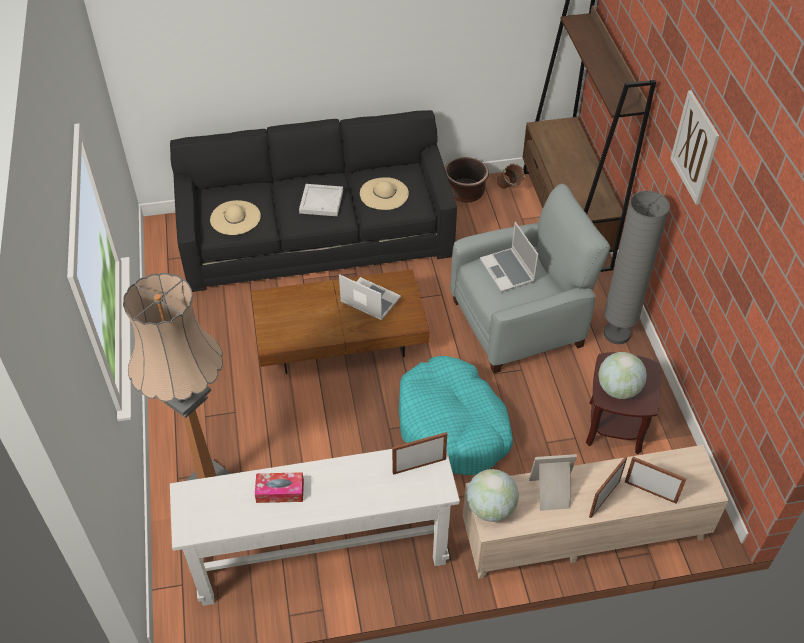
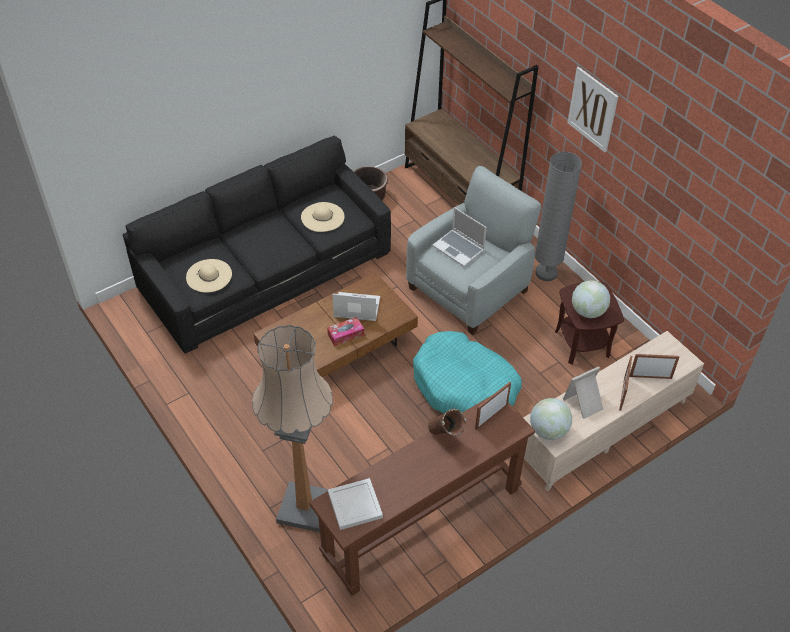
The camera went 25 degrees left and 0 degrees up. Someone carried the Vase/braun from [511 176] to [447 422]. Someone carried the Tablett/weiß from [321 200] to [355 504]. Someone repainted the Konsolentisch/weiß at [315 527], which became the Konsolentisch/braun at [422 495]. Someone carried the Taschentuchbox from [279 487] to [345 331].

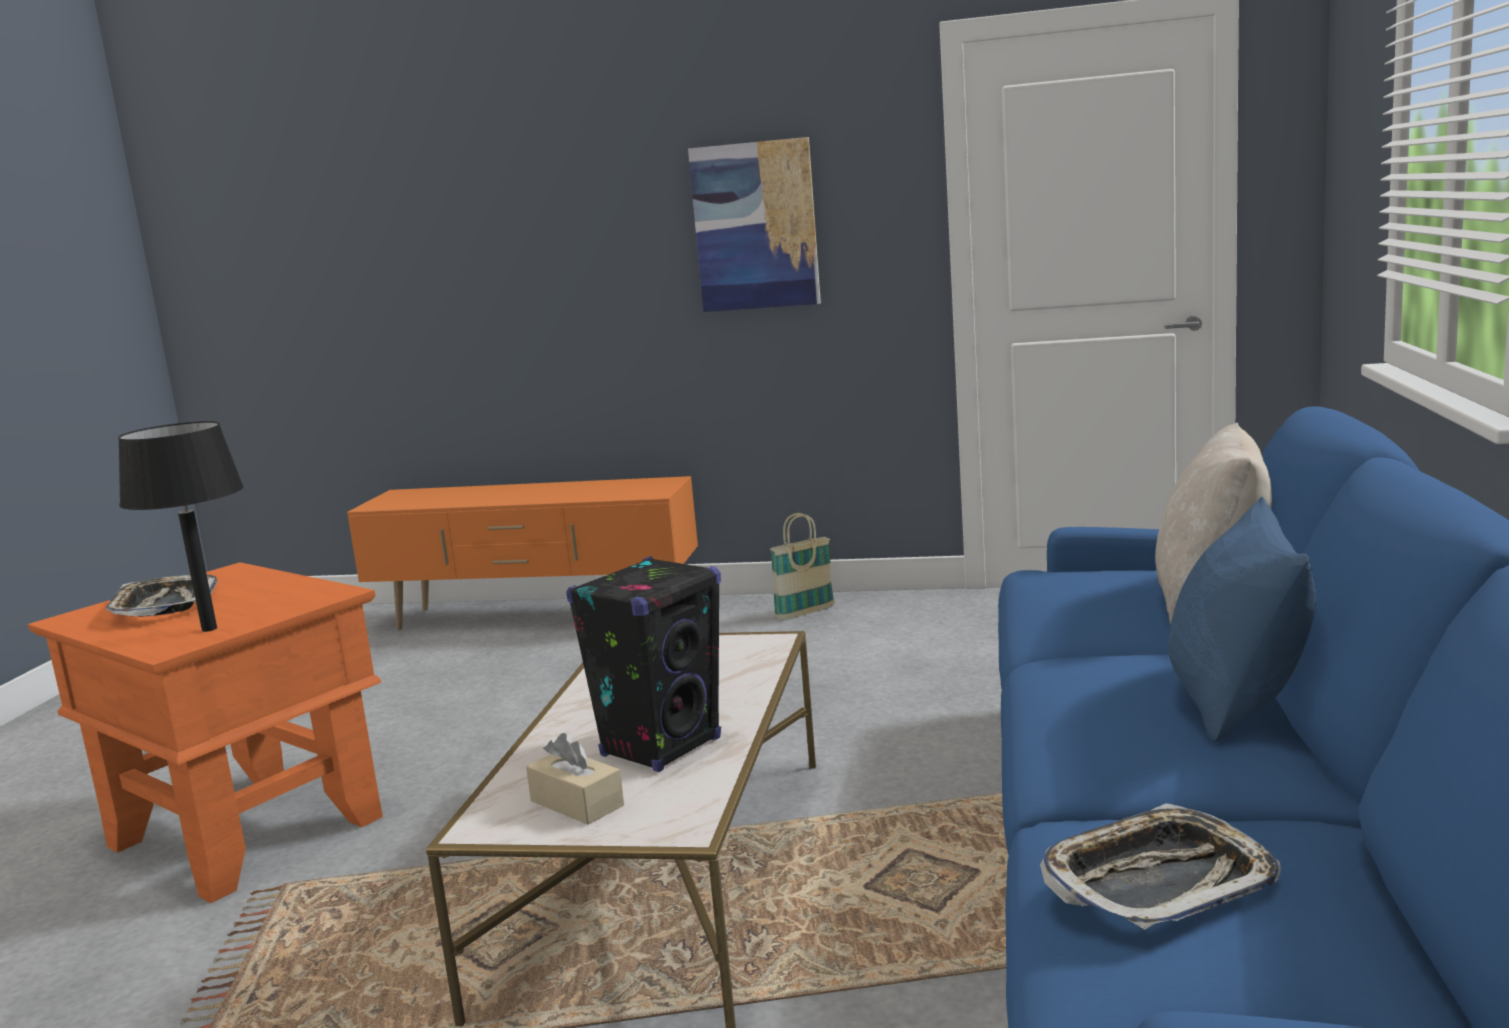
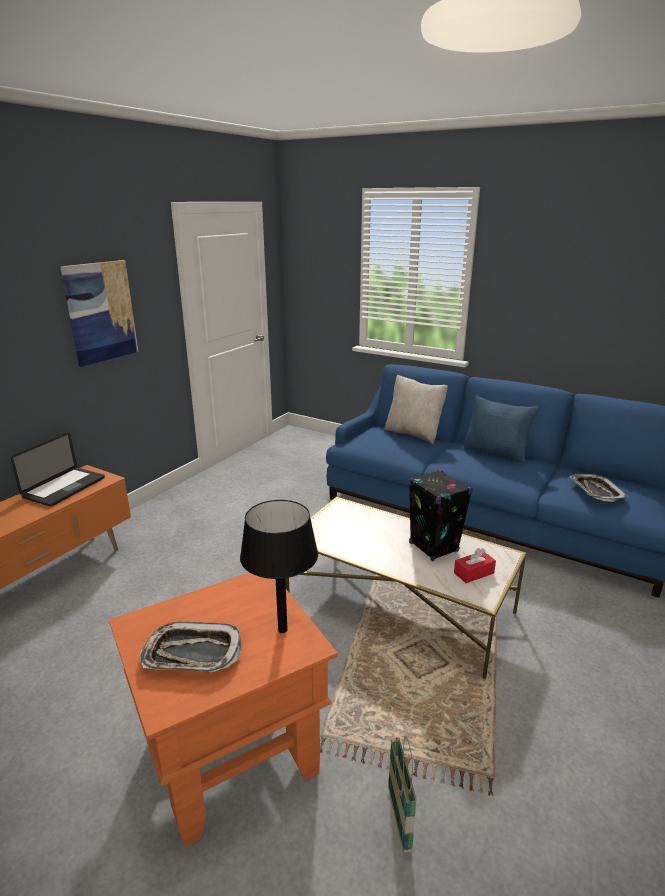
The camera went 70 degrees left and 10 degrees up. Someone carried the Korb from [802 566] to [402 794]. Someone repainted the Taschentuchbox/beige at [575 779], which became the Taschentuchbox/rot at [475 565]. Someone put down the Laptop at [57 469].

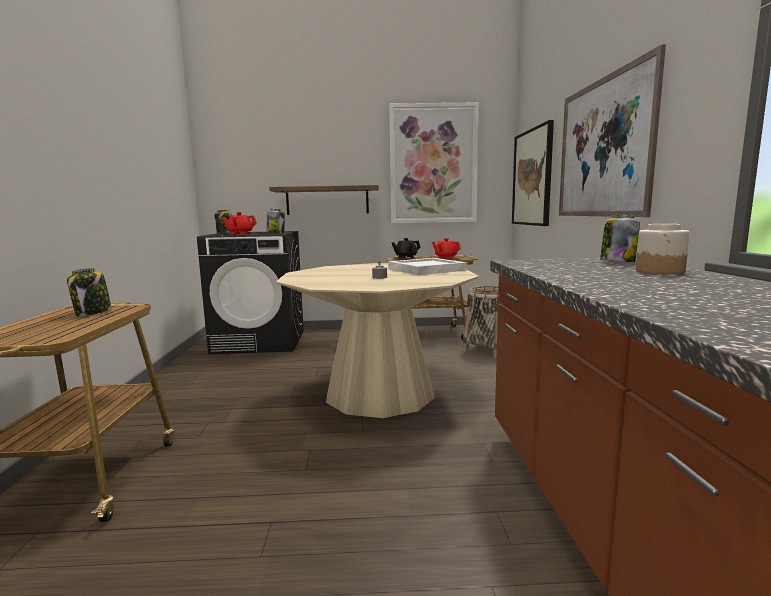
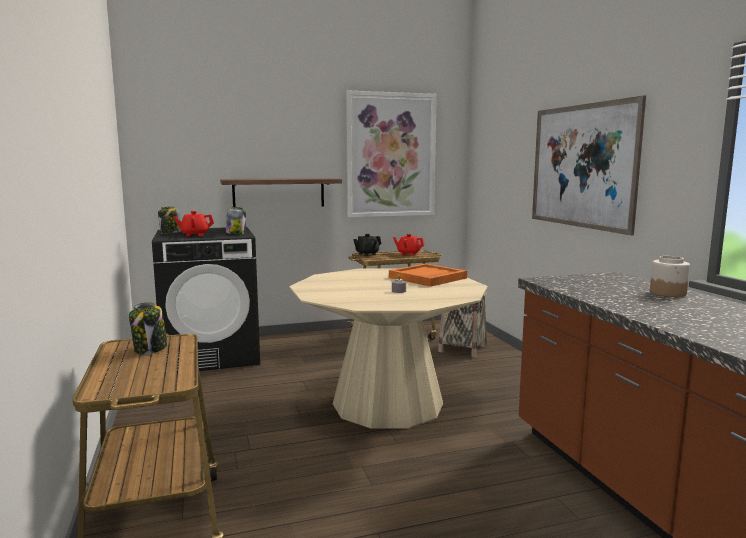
The camera went 15 degrees left and 0 degrees up. Someone took away the Bild at [533 173]. Someone took away the Vorratsglas at [620 238]. Someone repainted the Tablett/weiß at [427 266], which became the Tablett/orange at [428 275].

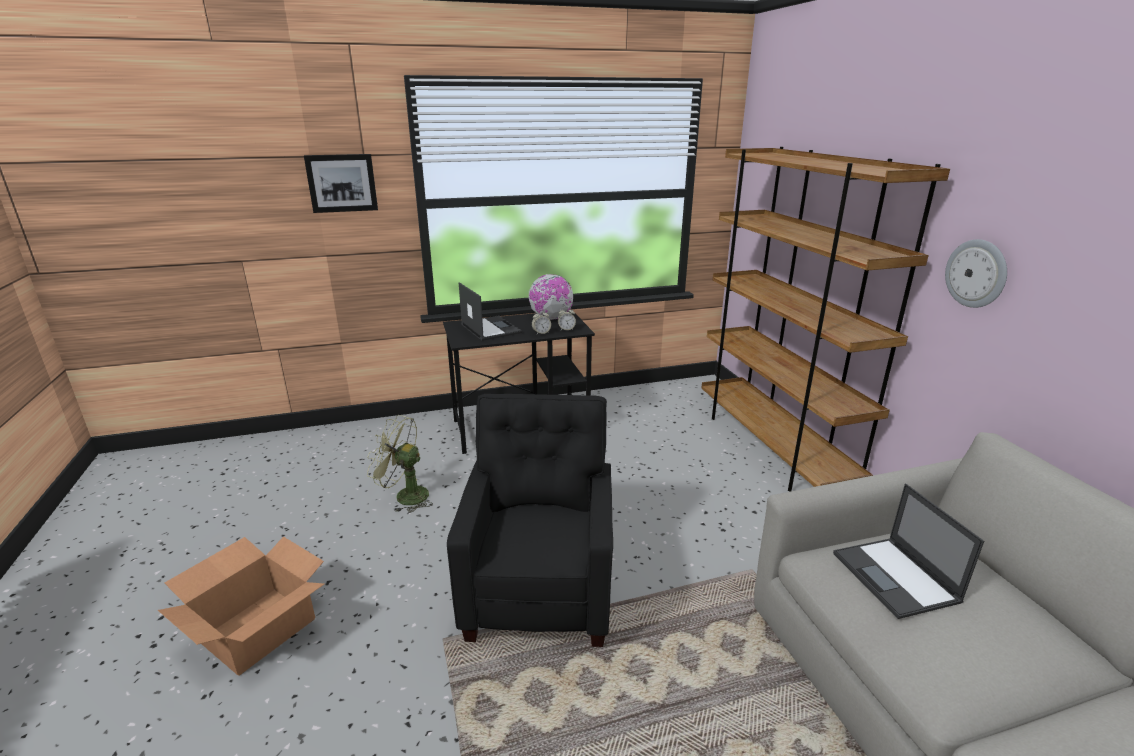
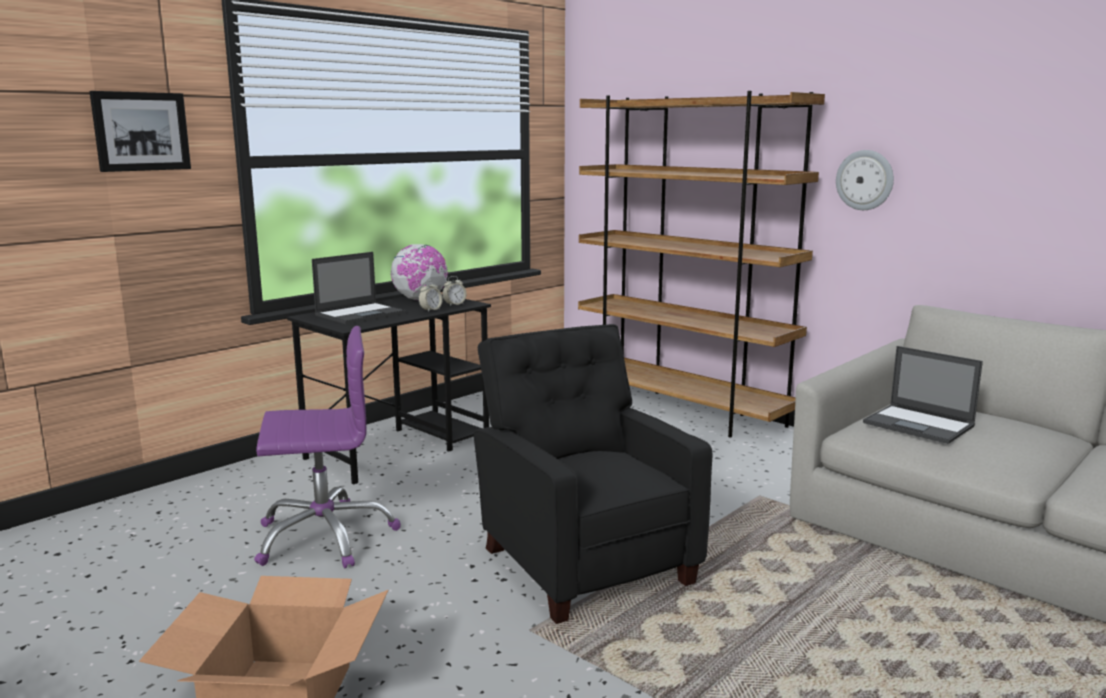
The camera went 30 degrees left and 10 degrees down. Someone rotated the Laptop at [490 311] by 105 degrees clockwise. Someone swapped the Ventilator/grün at [400 463] for the Bürostuhl/lila at [327 447].

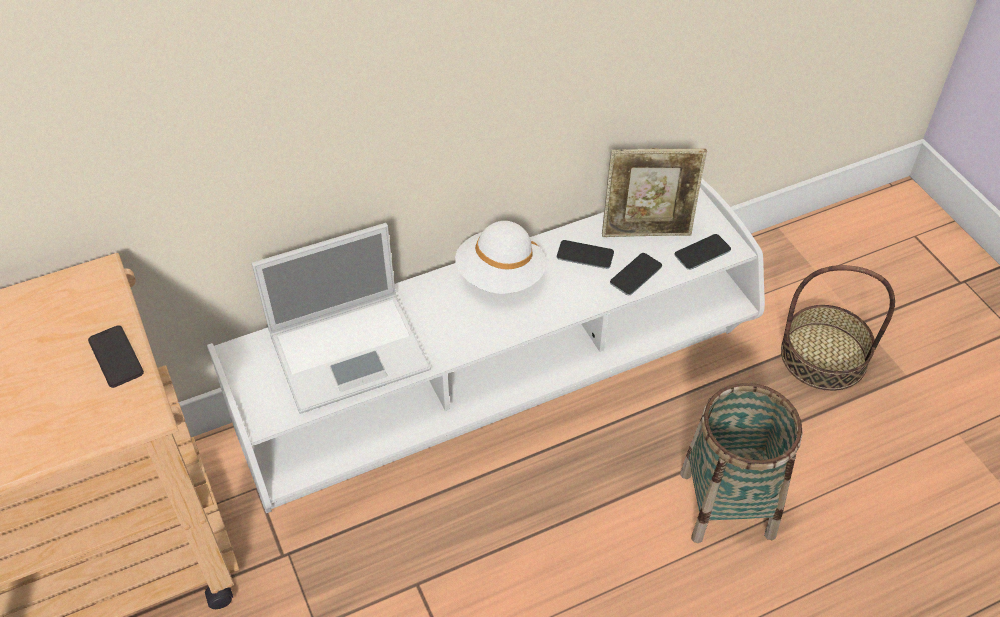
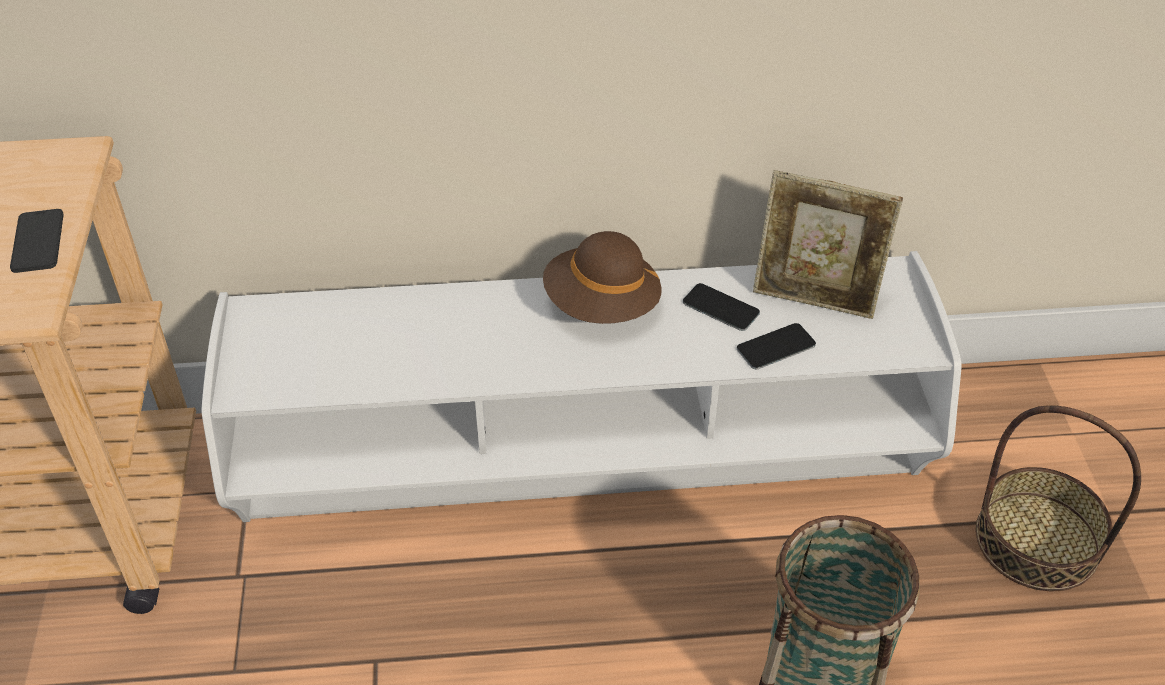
The camera went 20 degrees right and 5 degrees down. Someone repainted the Hut/weiß at [501 257], which became the Hut/braun at [602 277]. Someone took away the Laptop at [341 318]. Someone took away the Handy at [702 252].

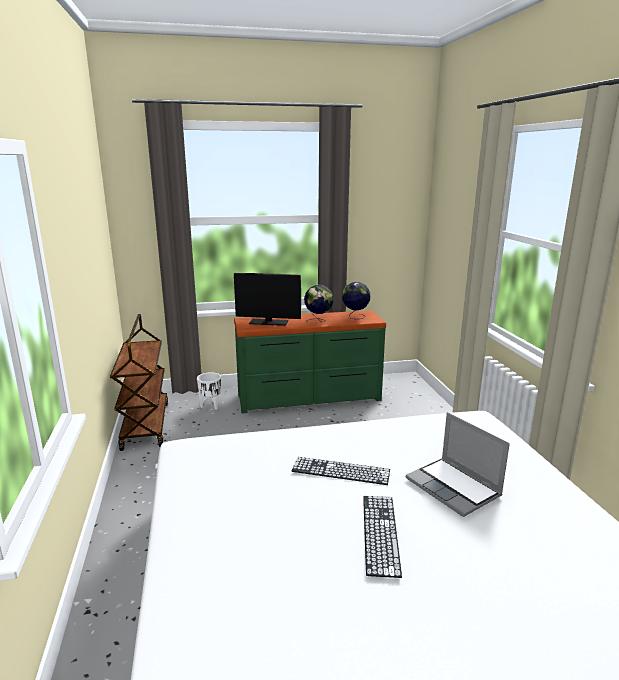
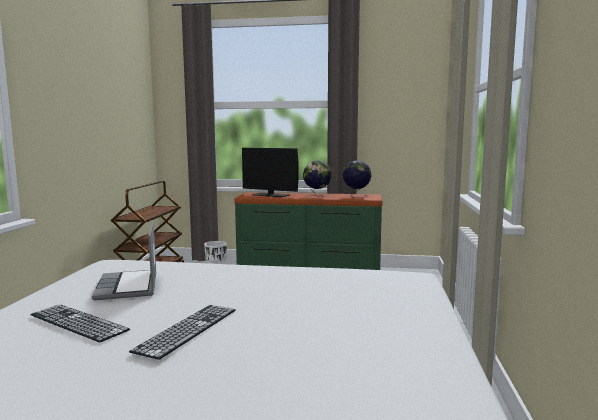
The camera went 20 degrees right and 10 degrees down. Someone carried the Laptop from [458 464] to [124 261]. Someone carried the Tastatur from [340 471] to [80 324].

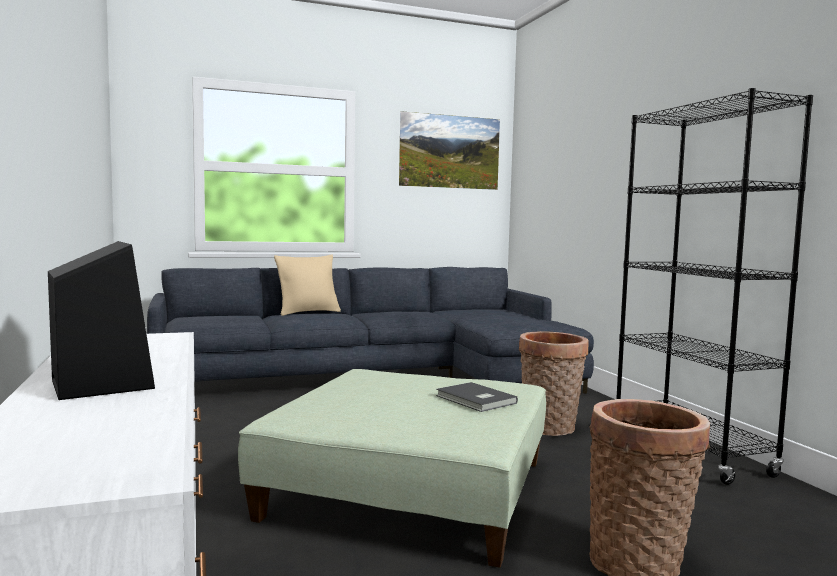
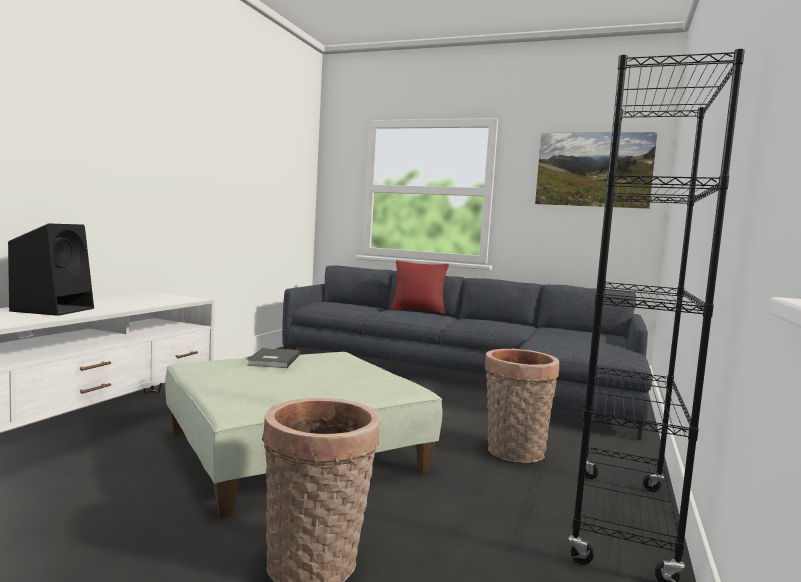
The camera went 40 degrees right and 0 degrees up. Someone repainted the Kissen/beige at [307 285], which became the Kissen/rot at [420 287]. Someone carried the Buch/grau from [477 397] to [273 358].

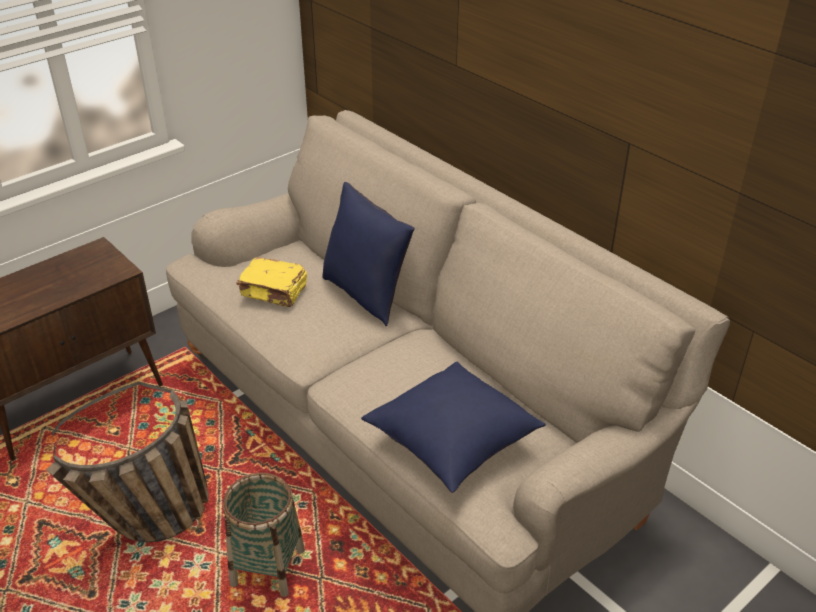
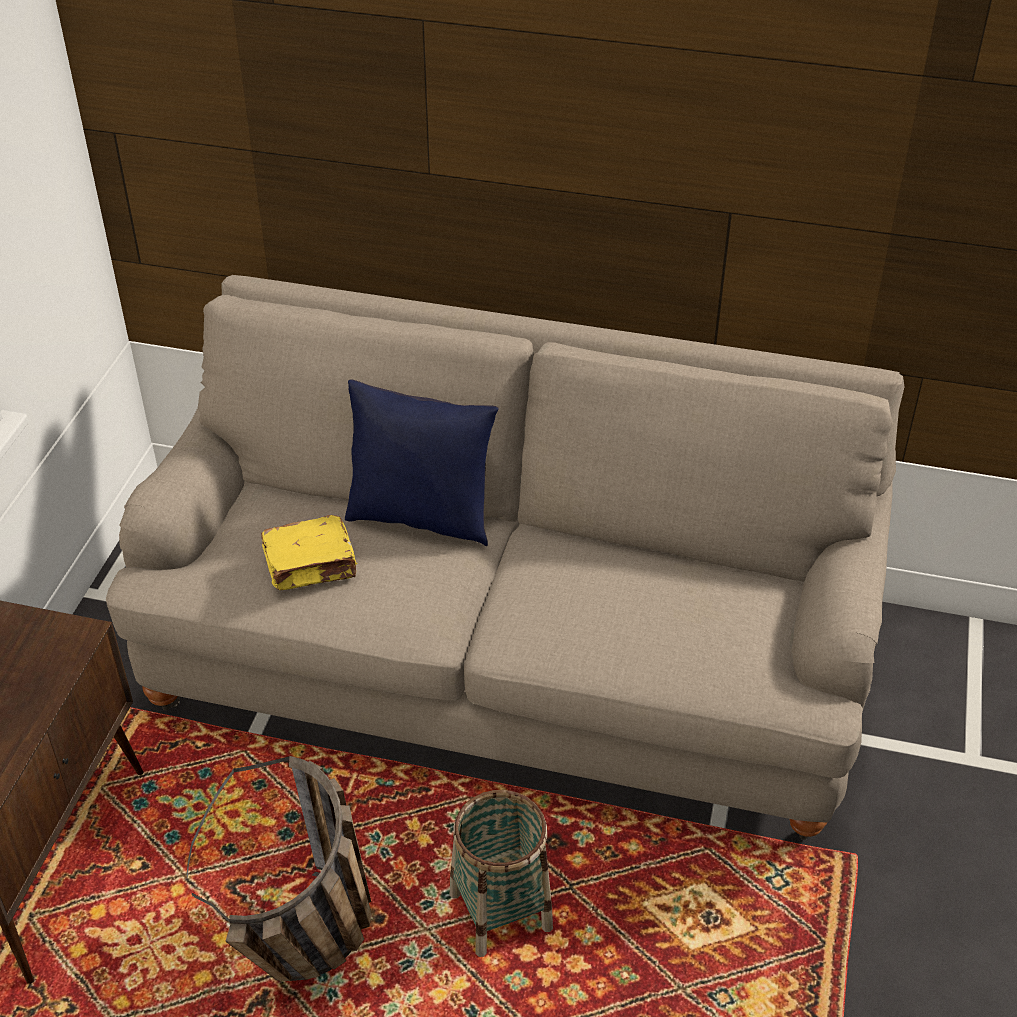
The camera went 35 degrees left and 5 degrees up. Someone took away the Kissen/blau at [453 427].

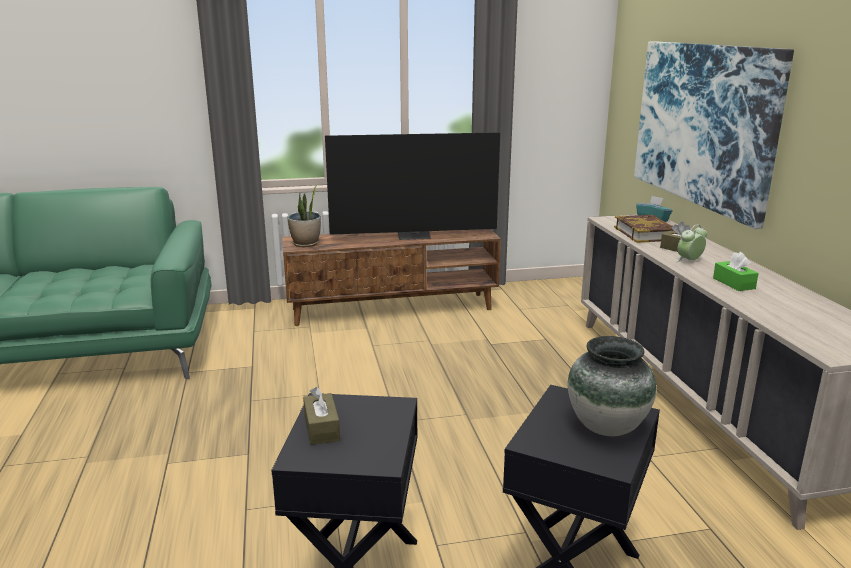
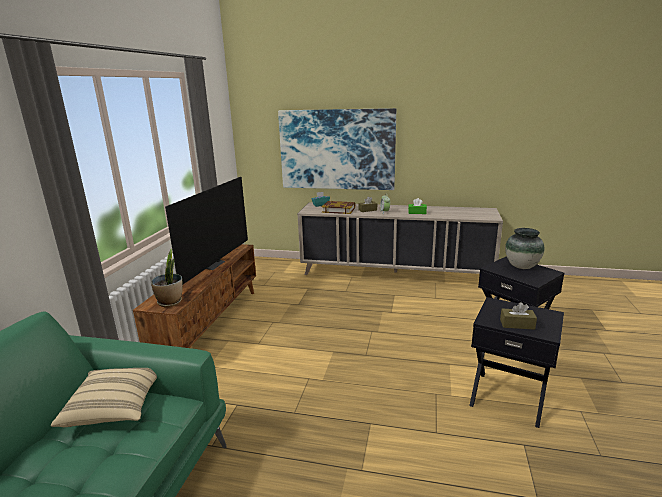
The camera went 65 degrees left and 0 degrees up. Someone put down the Kissen/beige at [104 397].

